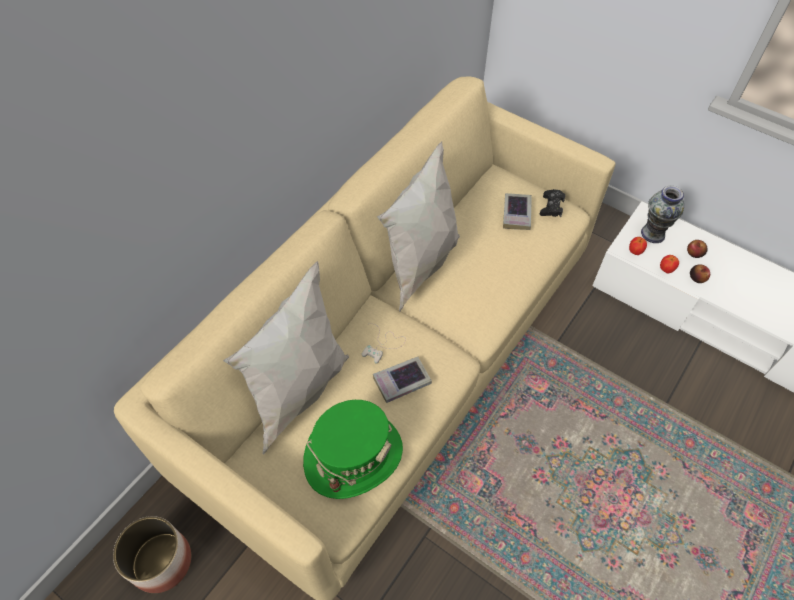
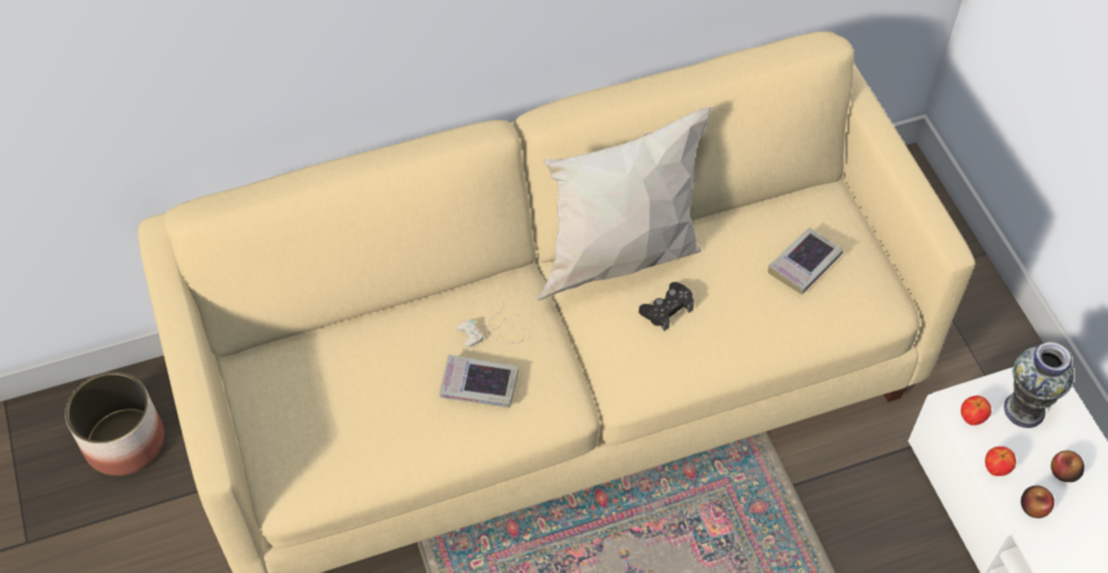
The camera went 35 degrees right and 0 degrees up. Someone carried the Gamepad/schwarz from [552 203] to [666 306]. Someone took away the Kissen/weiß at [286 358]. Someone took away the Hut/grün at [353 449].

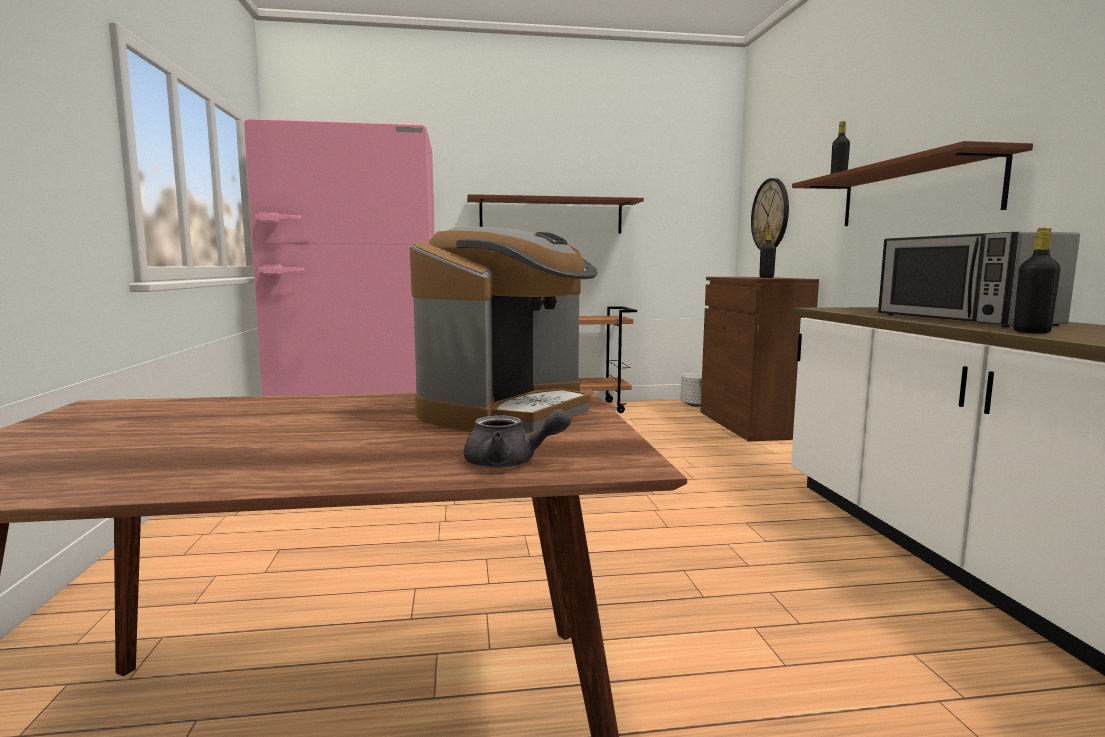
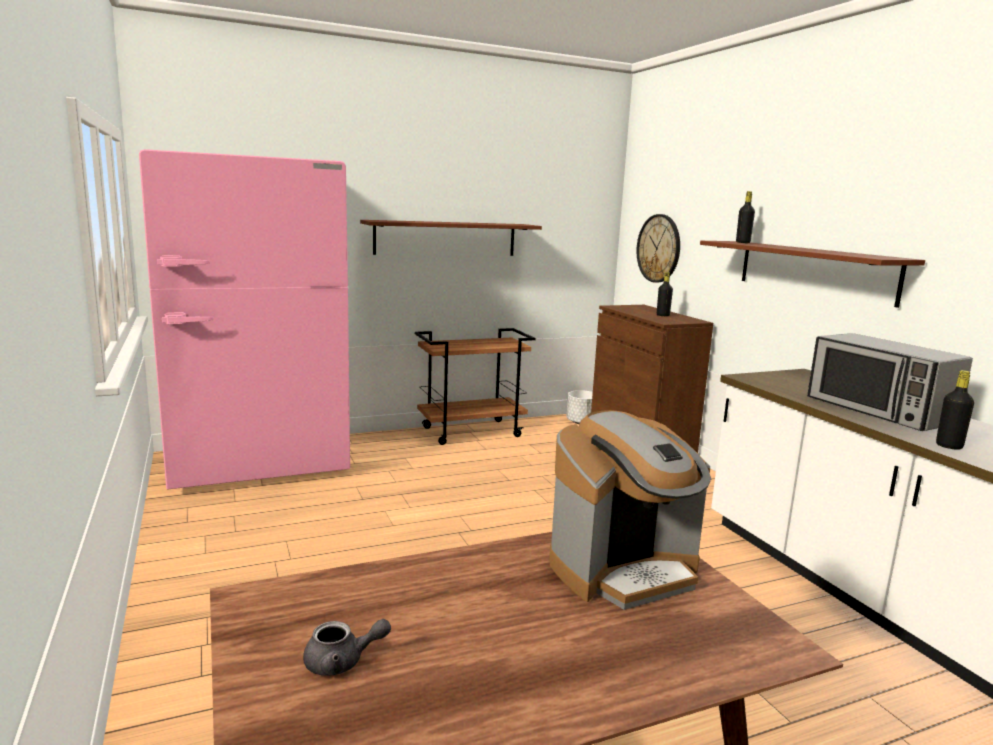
The camera went 15 degrees left and 5 degrees up. Someone rotated the Kaffeemaschine at [503 329] by 45 degrees clockwise. Someone carried the Teekanne/grau from [517 438] to [347 647].

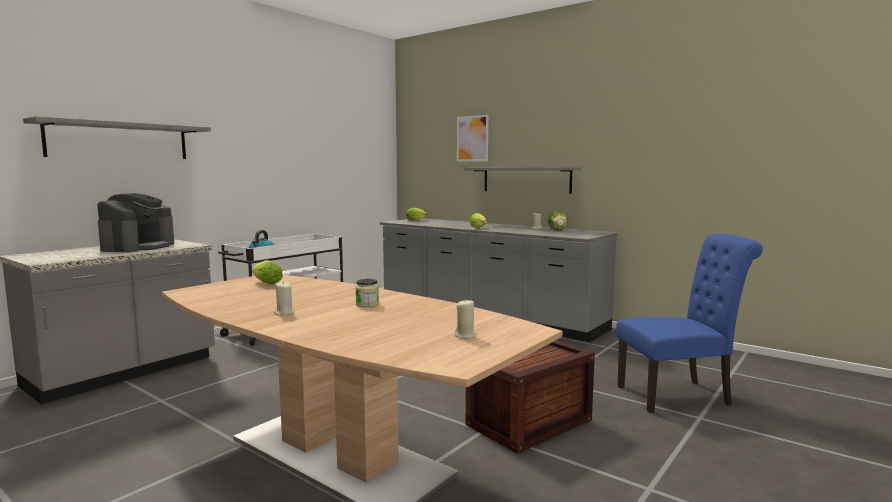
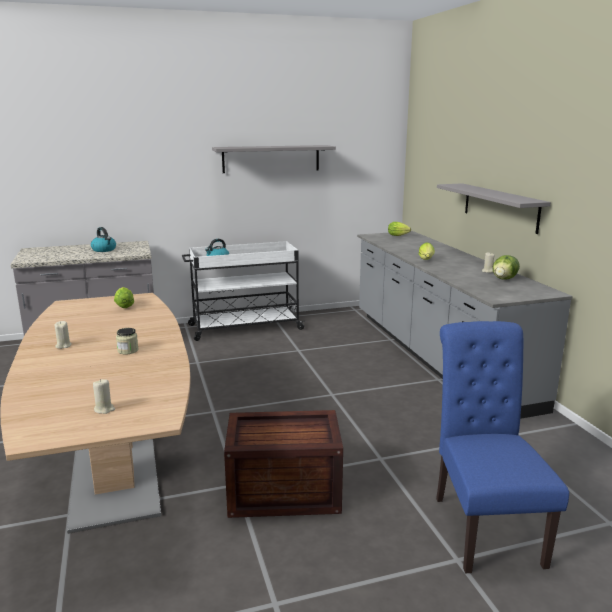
The camera went 35 degrees right and 10 degrees up. Someone took away the Bild at [472 138]. Someone carried the Wandregal/grau from [117 137] to [274 159]. Someone swapped the Kaffeemaschine at [135 223] for the Wasserkessel at [103 239]. Someone rotated the Stuhl/blau at [689 323] by 120 degrees counterclockwise.

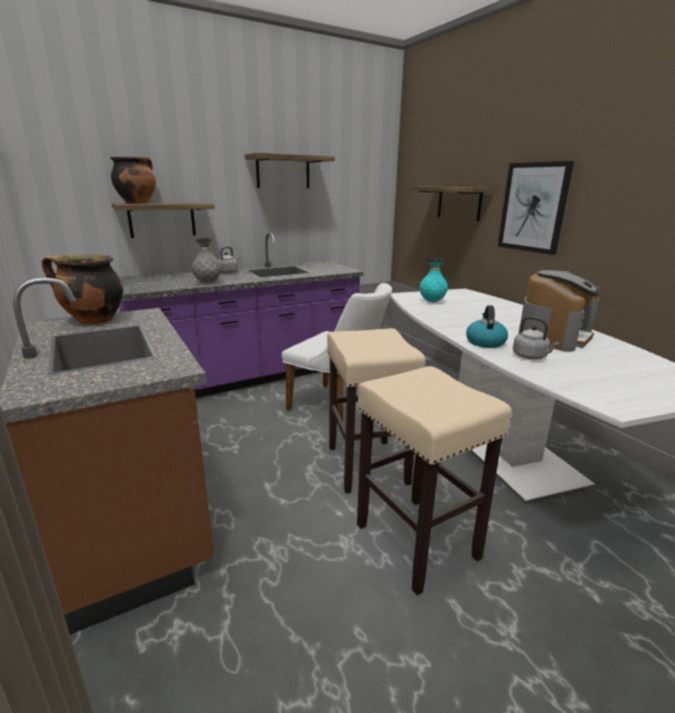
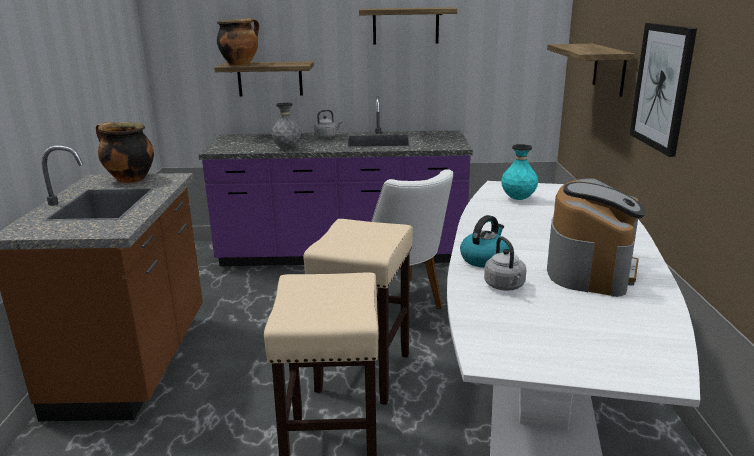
The camera went 30 degrees right and 0 degrees up. Someone rotated the Kaffeemaschine at [559 311] by 45 degrees counterclockwise.

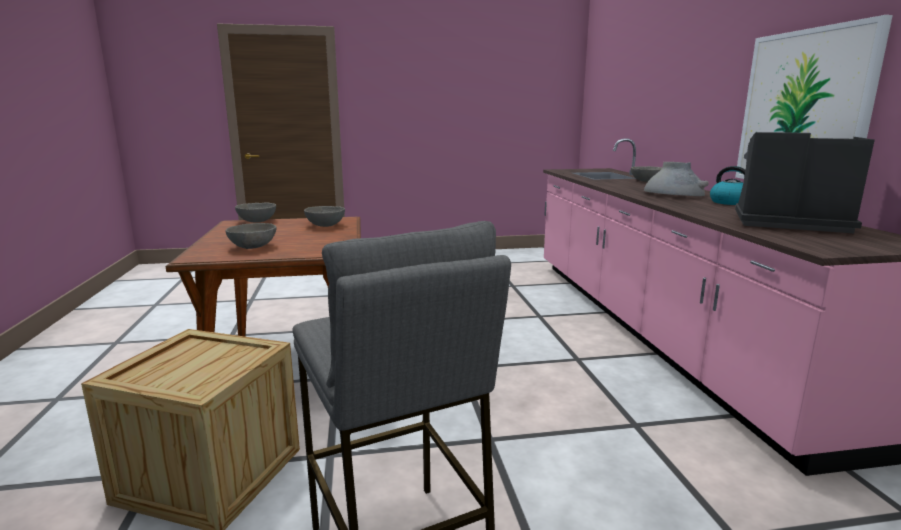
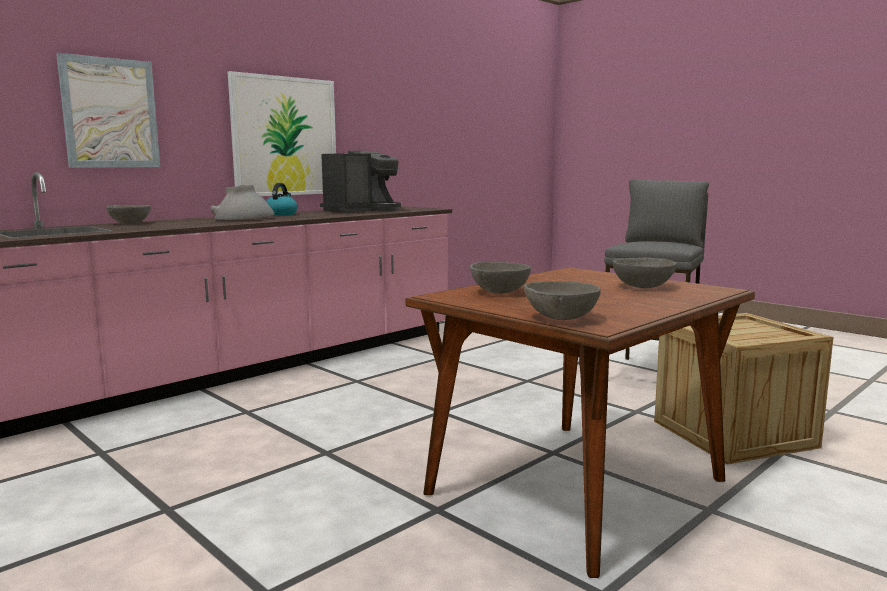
The camera went 125 degrees left and 5 degrees down. Someone rotated the Kaffeemaschine at [805 182] by 120 degrees counterclockwise. Someone put up the Bild at [108 110].

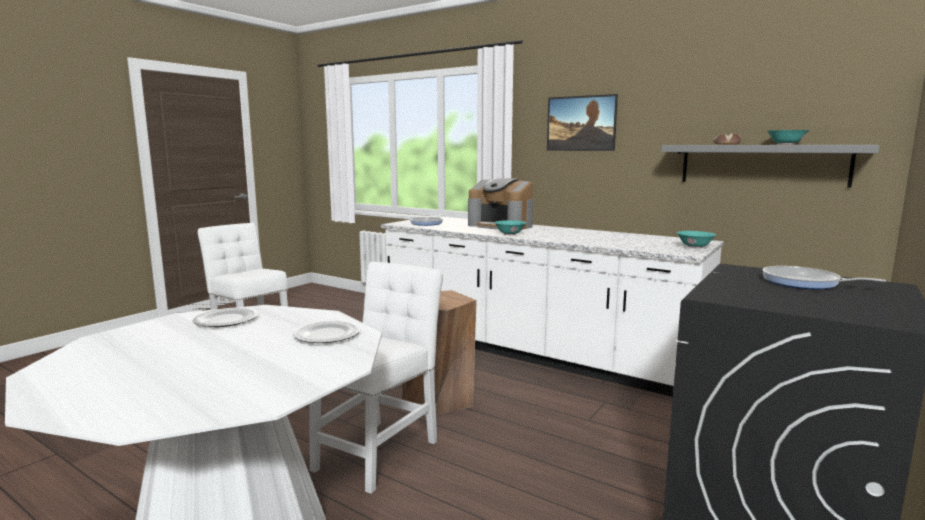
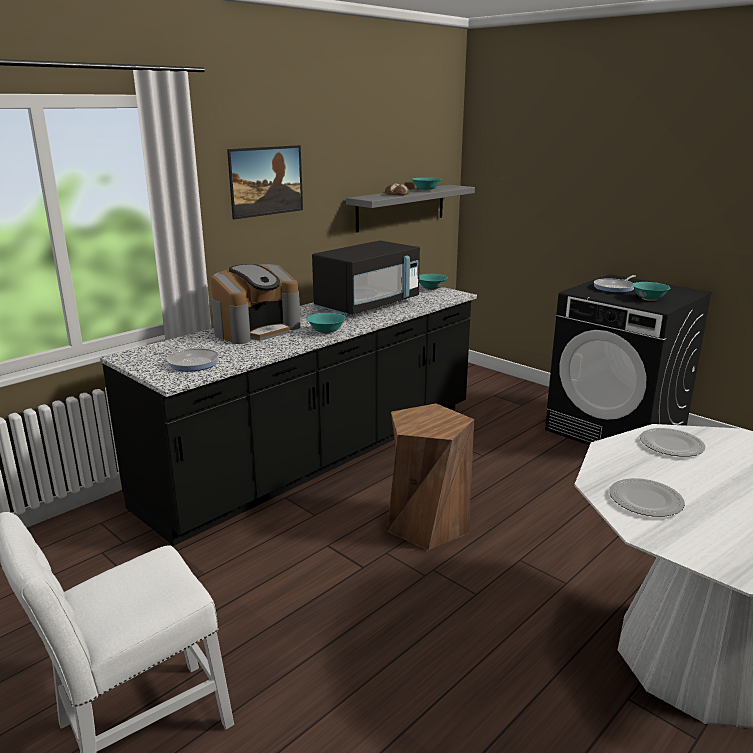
The camera went 80 degrees left and 10 degrees up. Someone repainted the Küchenzeile/weiß at [552 306], which became the Küchenzeile/schwarz at [288 414]. Someone took away the Stuhl/weiß at [376 378]. Someone put down the Mikrowelle/schwarz at [366 278]. Someone put down the Schüssel/türkis at [651 291].

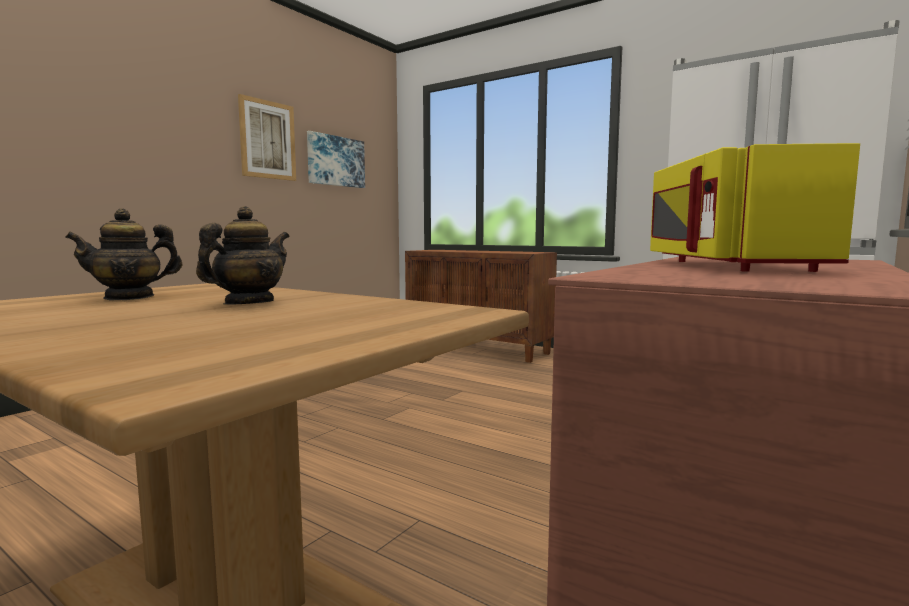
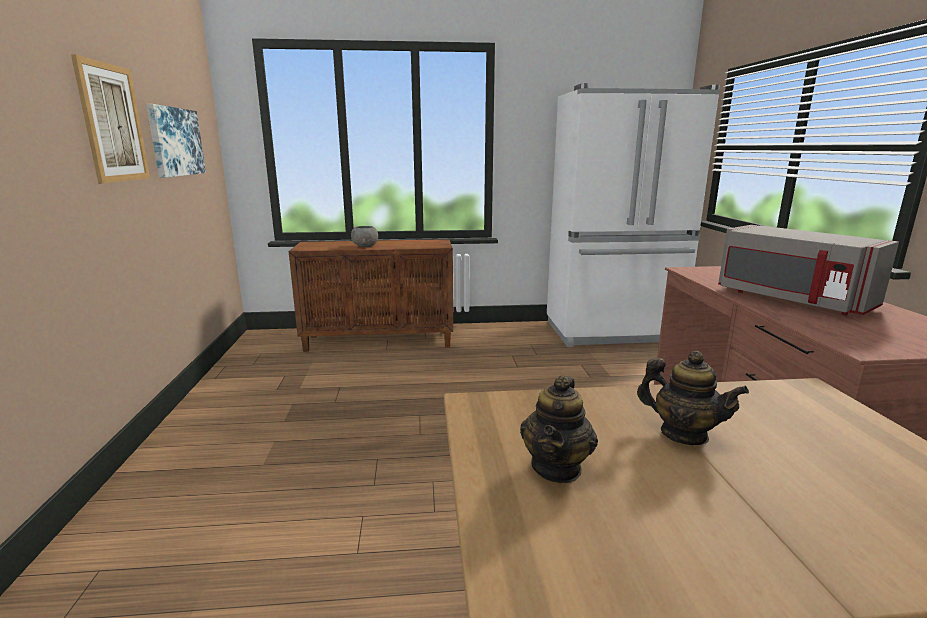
The camera went 40 degrees left and 10 degrees up. Someone repainted the Mikrowelle/gelb at [755 207], which became the Mikrowelle/grau at [808 270]. Someone rotated the Teekanne at [242 255] by 135 degrees clockwise. Someone put down the Schüssel/grau at [364 236].

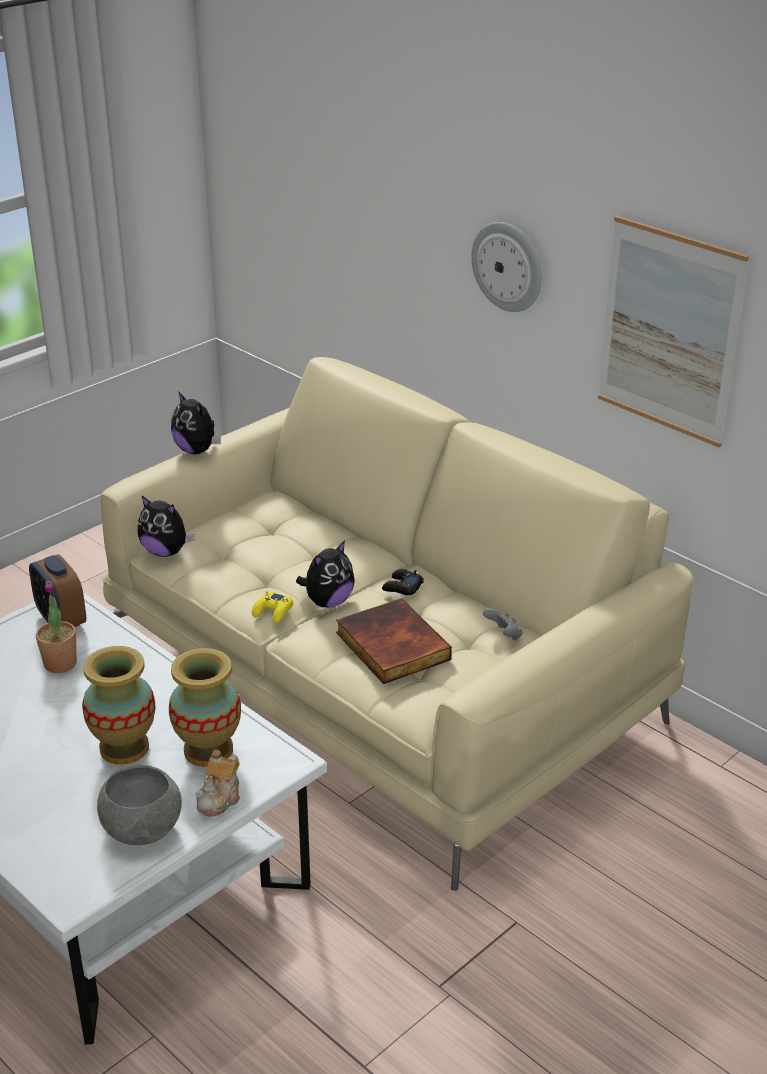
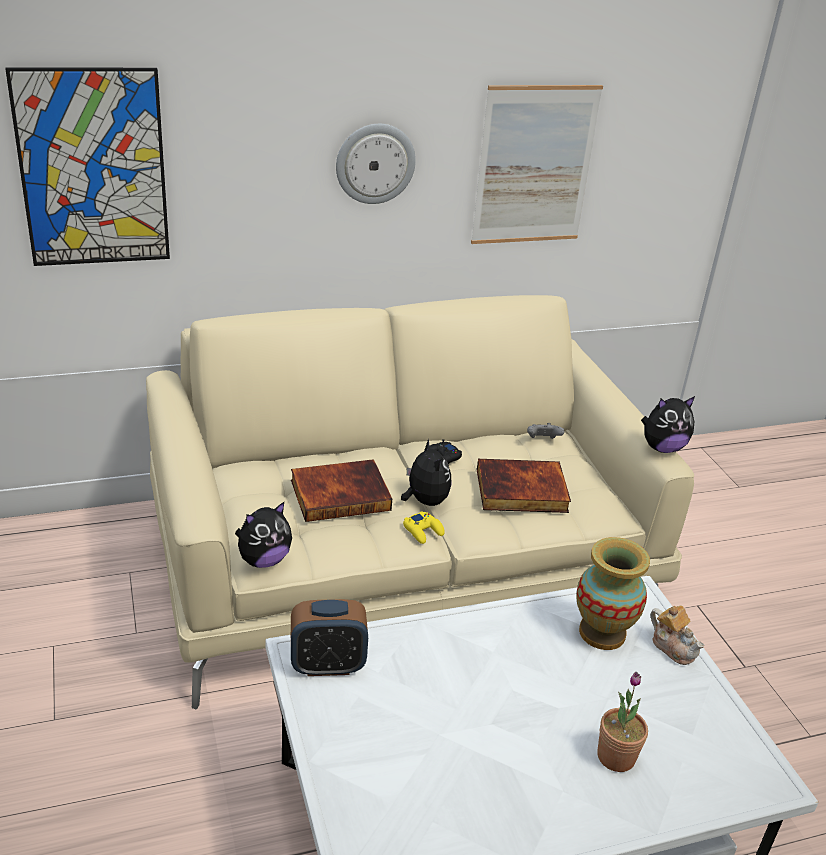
The camera went 65 degrees left and 0 degrees up. Someone carried the Plüschtier from [196 422] to [668 424]. Someone carried the Topfpflanze from [56 627] to [622 722]. Someone took away the Vase at [119 705]. Someone took away the Schüssel/grau at [139 805]. Someone put up the Bild at [87 166]. Someone put down the Buch at [341 490].

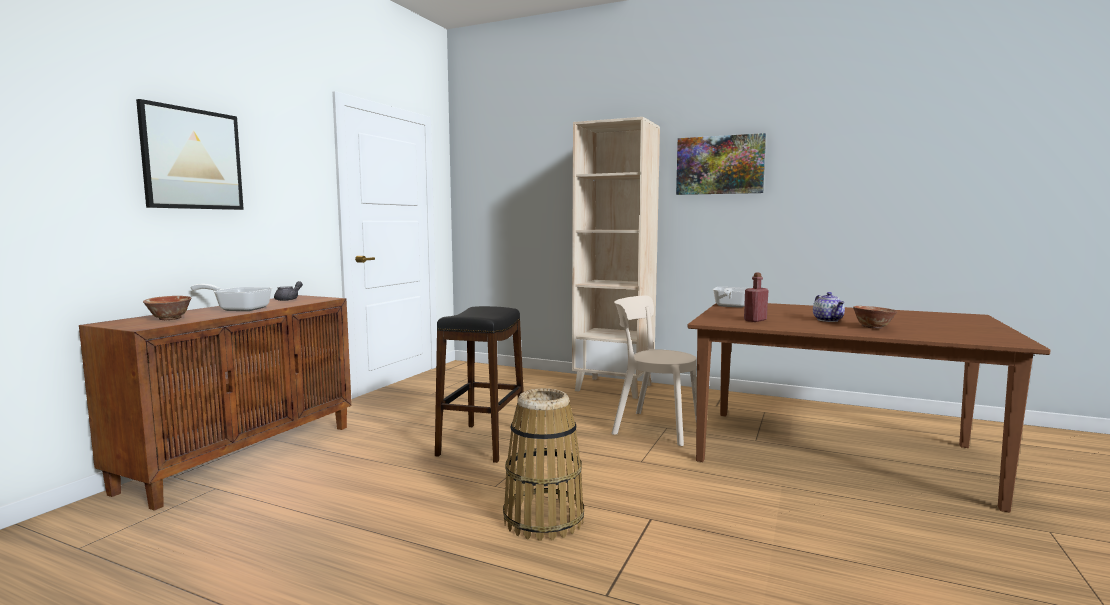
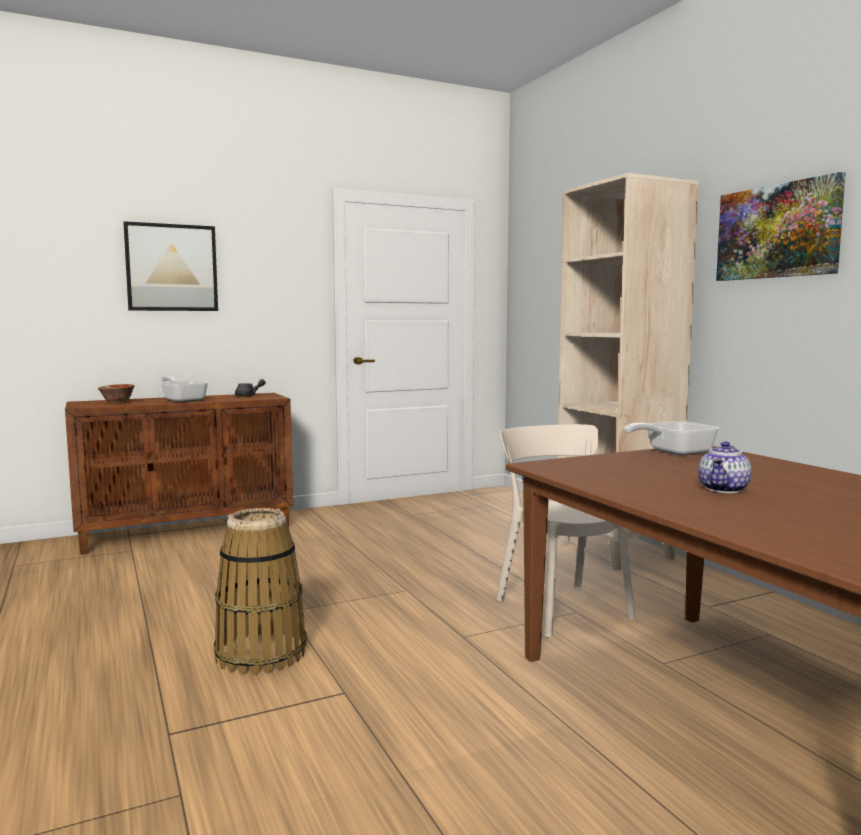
The camera went 40 degrees right and 0 degrees up. Someone took away the Flasche/rot at [756 297]. Someone took away the Hocker/schwarz at [479 384]. Someone took away the Schüssel at [875 317].

